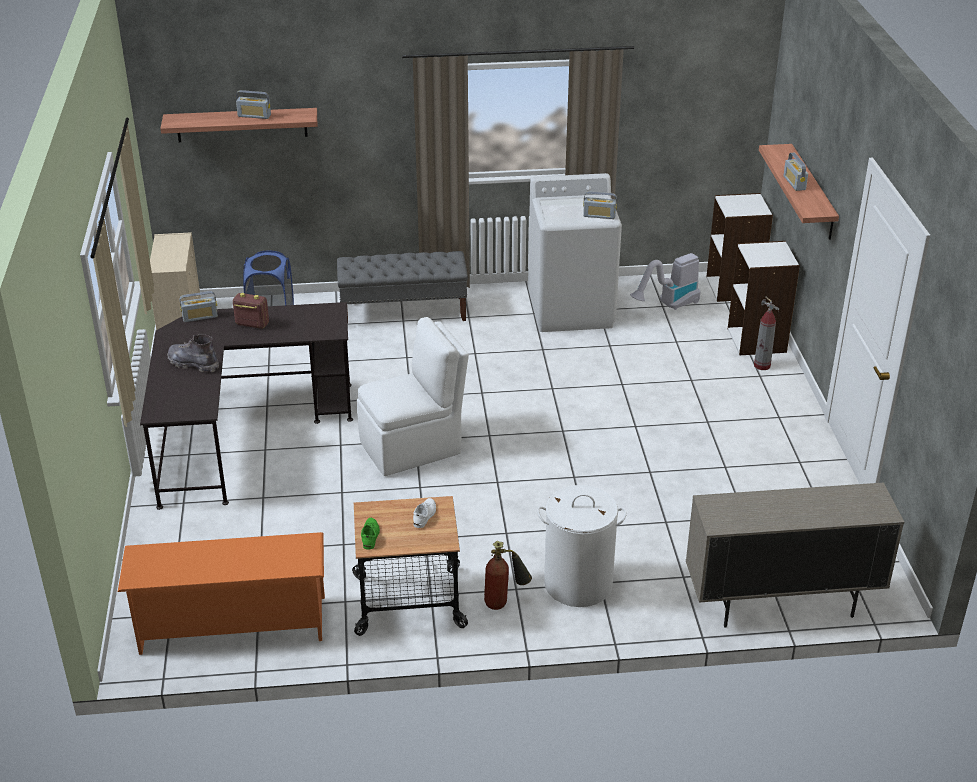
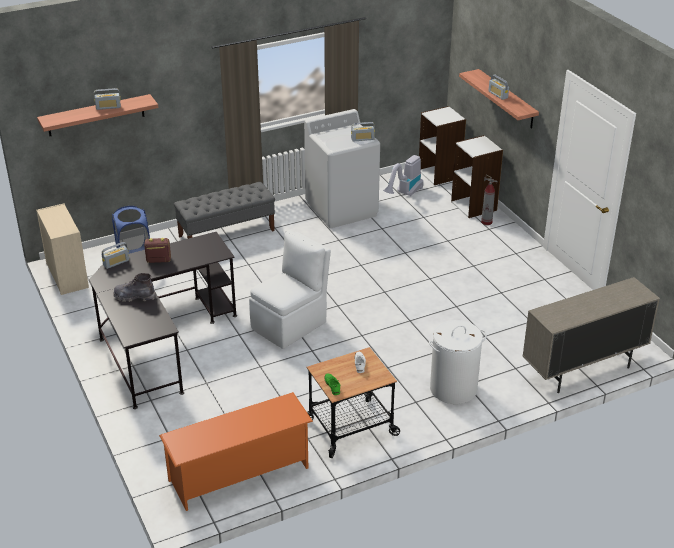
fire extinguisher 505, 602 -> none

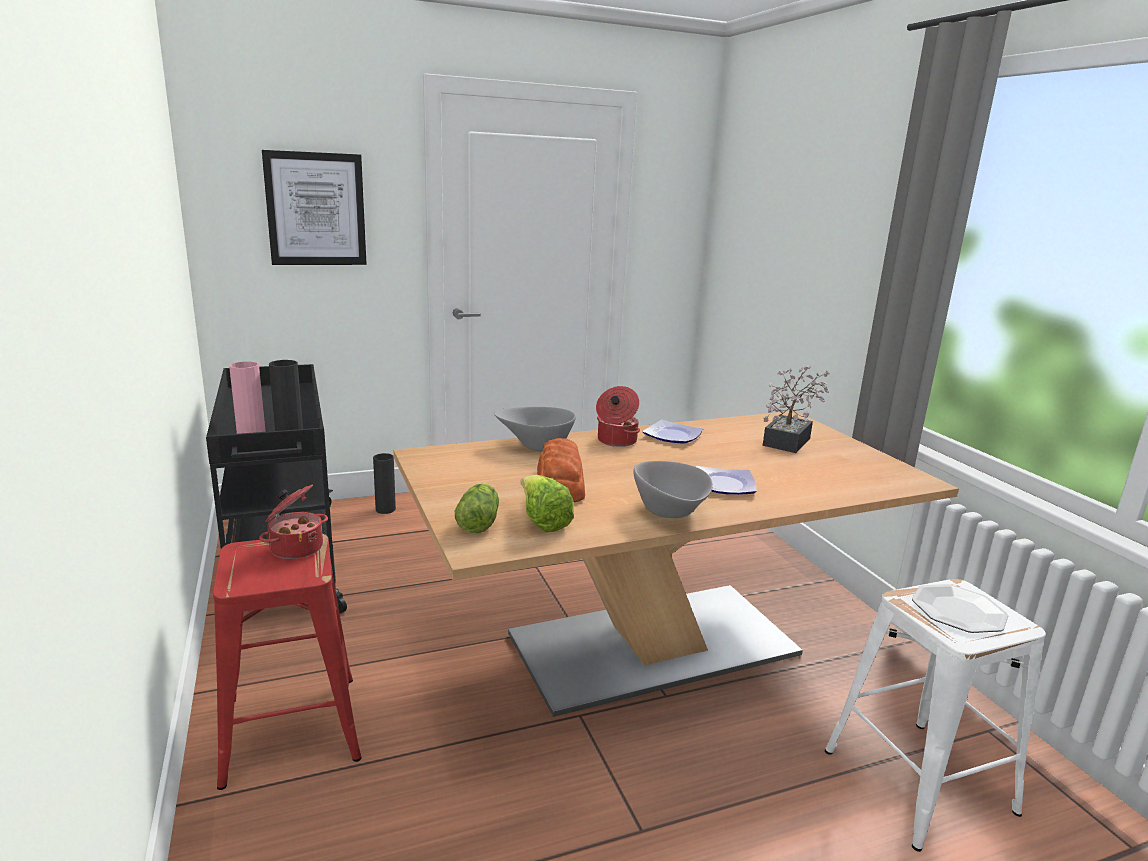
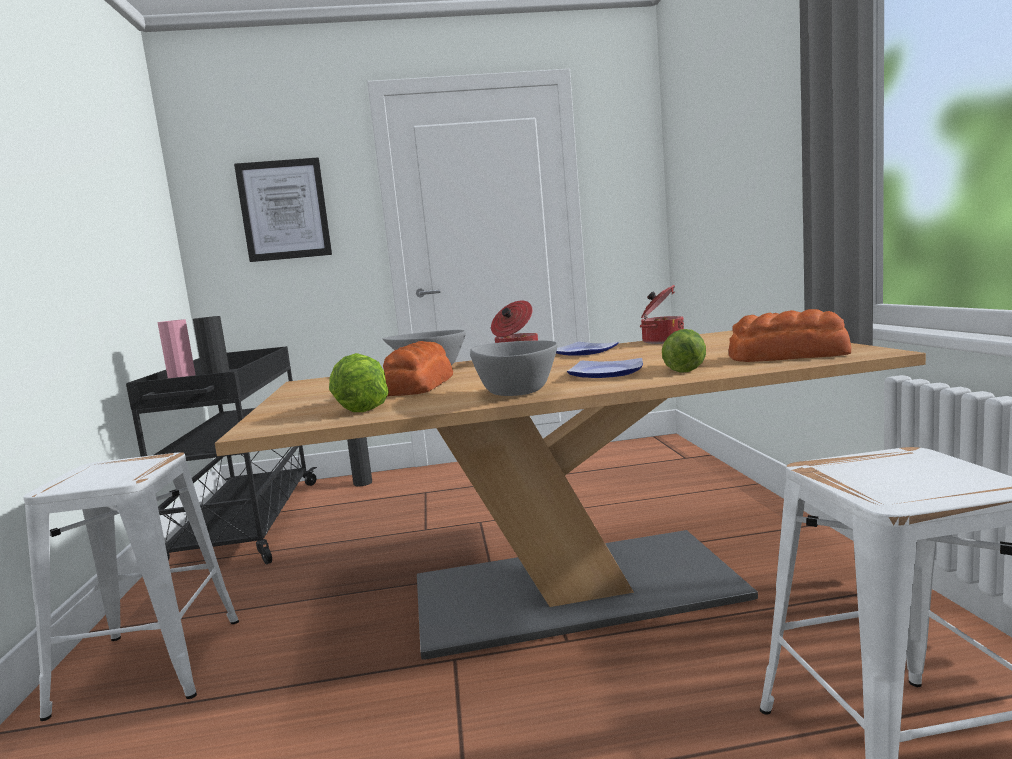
potted plant 789, 440 -> none
plate 958, 611 -> none
none -> baked bread 789, 356
saucepot 295, 547 -> saucepot 662, 341, move
lettuce head 479, 521 -> lettuce head 685, 367, move
stool seat (red) 289, 729 -> stool seat (white-coloured) 148, 665

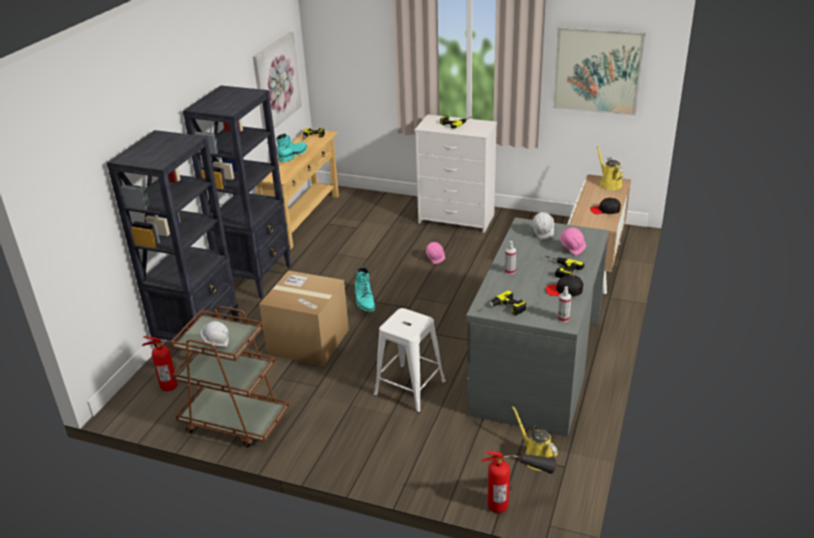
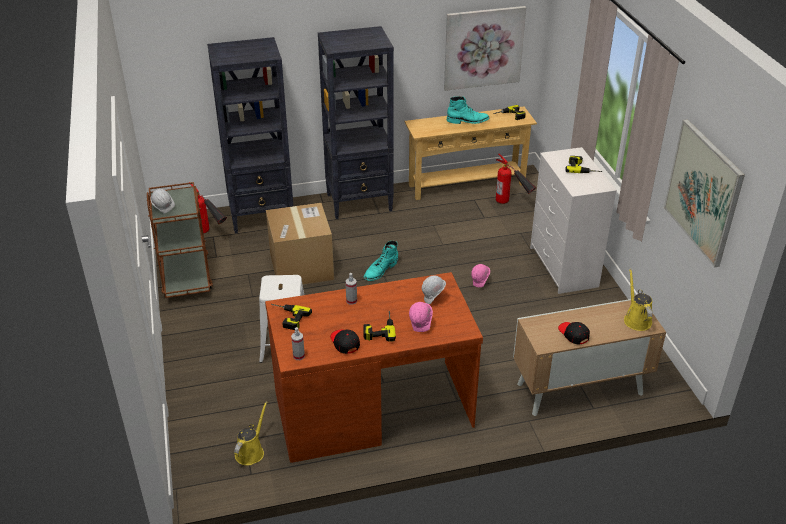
fire extinguisher 516, 501 -> fire extinguisher 512, 205, move
desk (gray) 536, 367 -> desk (brown) 372, 408
watering can (yellow-coloured) 609, 183 -> watering can (yellow-coloured) 636, 319, 45 degrees counterclockwise

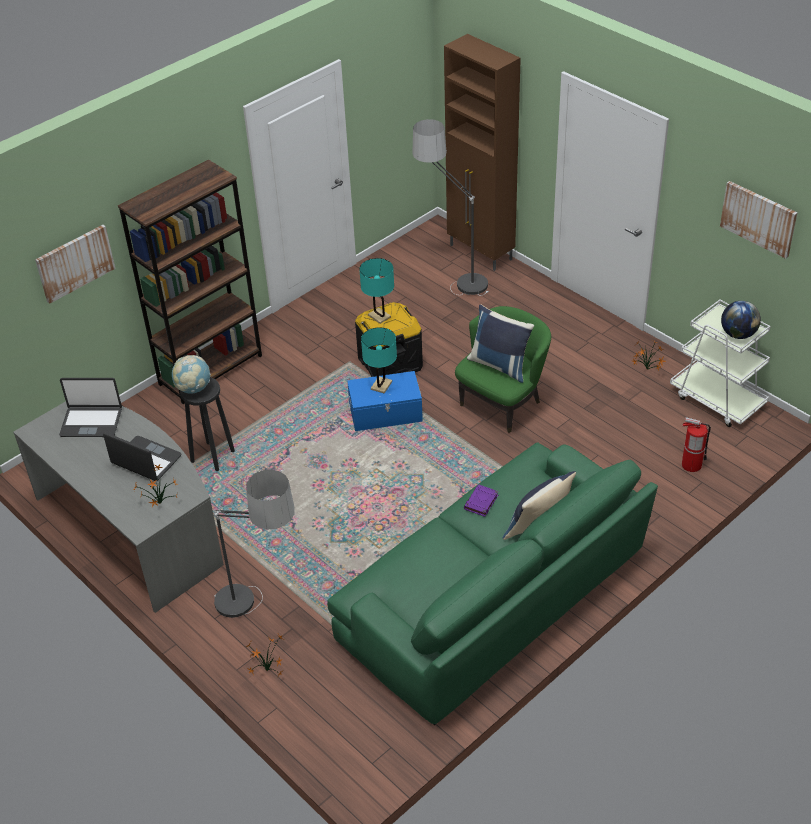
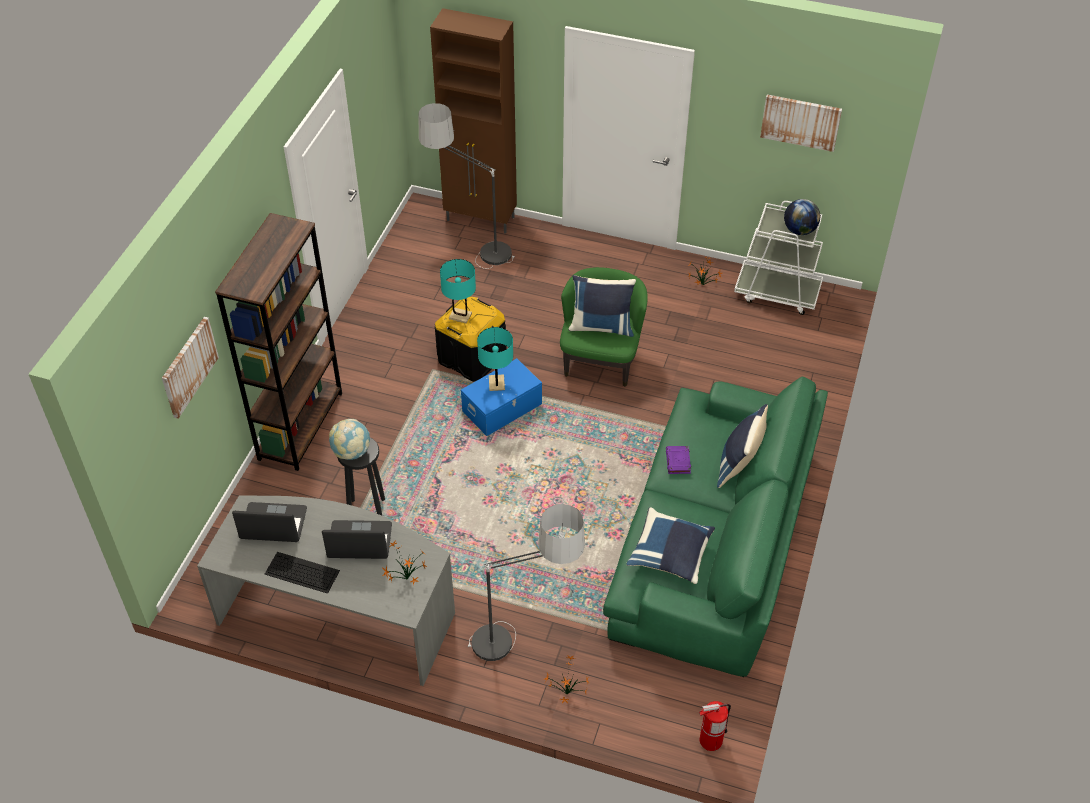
none -> PC keyboard 301, 572
none -> throw pillow (blue) 670, 555
fire extinguisher 691, 465 -> fire extinguisher 710, 740, move
laptop 91, 422 -> laptop 273, 524, 150 degrees counterclockwise

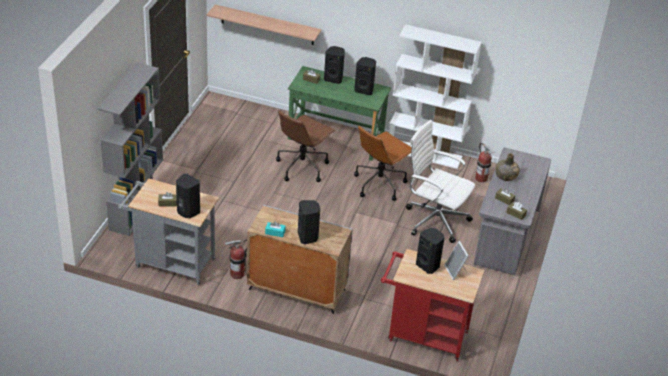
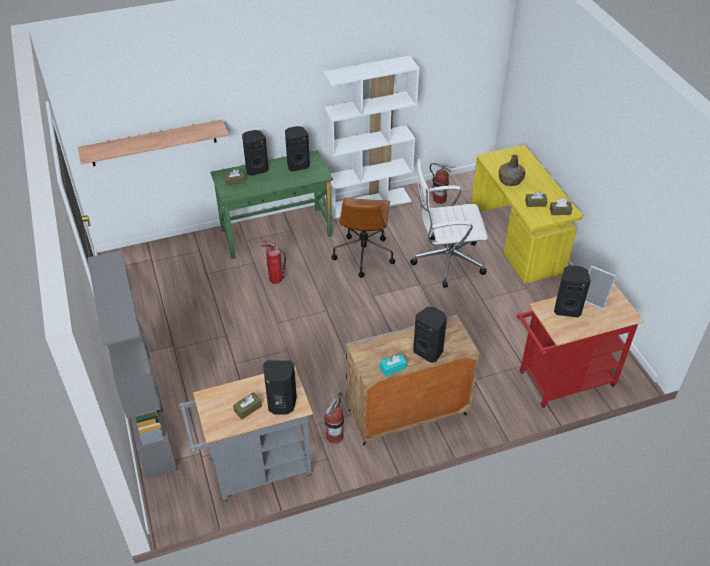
desk chair (brown) 302, 166 -> fire extinguisher 276, 279
desk (gray) 505, 237 -> desk (yellow-coloured) 517, 241

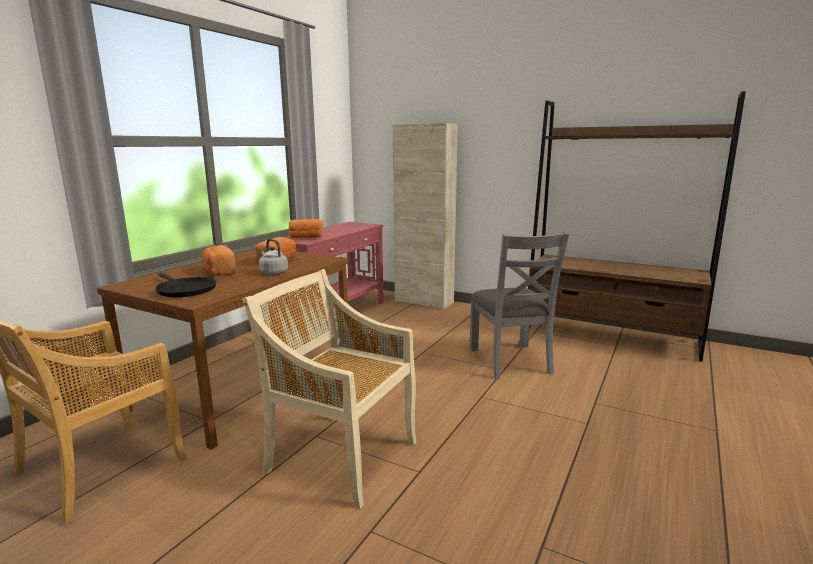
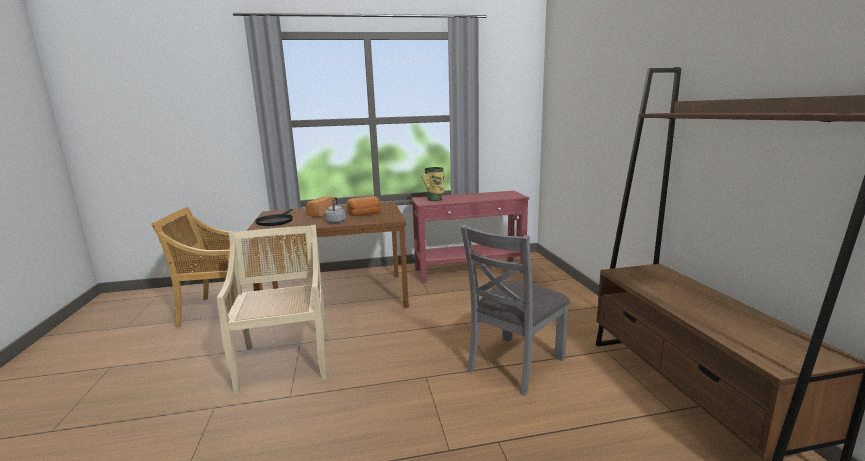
cupboard (beige) 424, 301 -> none
baked bread 306, 238 -> decorative vase 435, 199

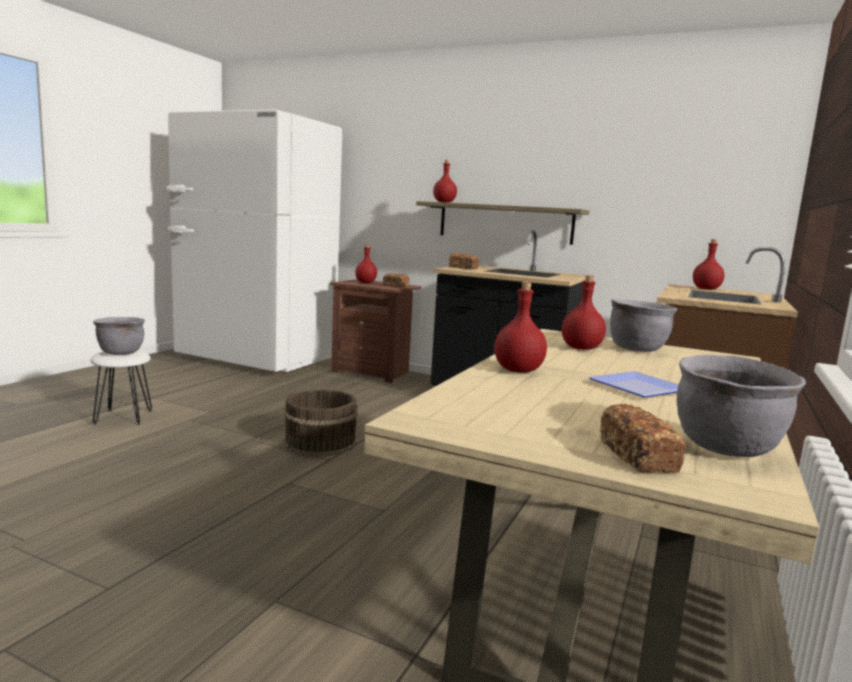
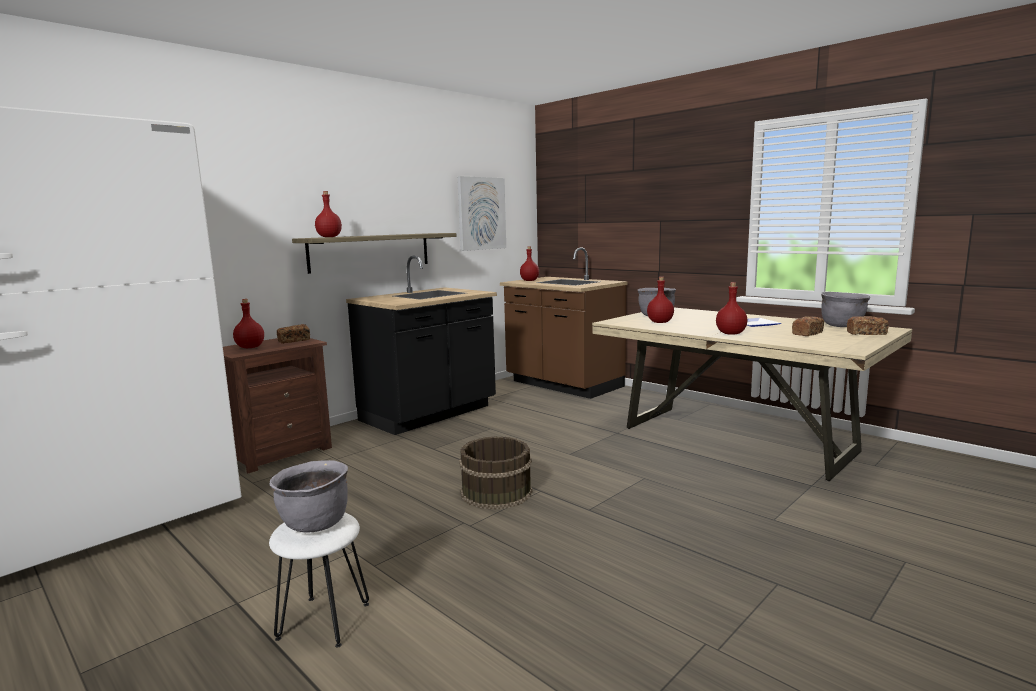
none -> wall picture 481, 213
baked bread 463, 268 -> baked bread 807, 333, move

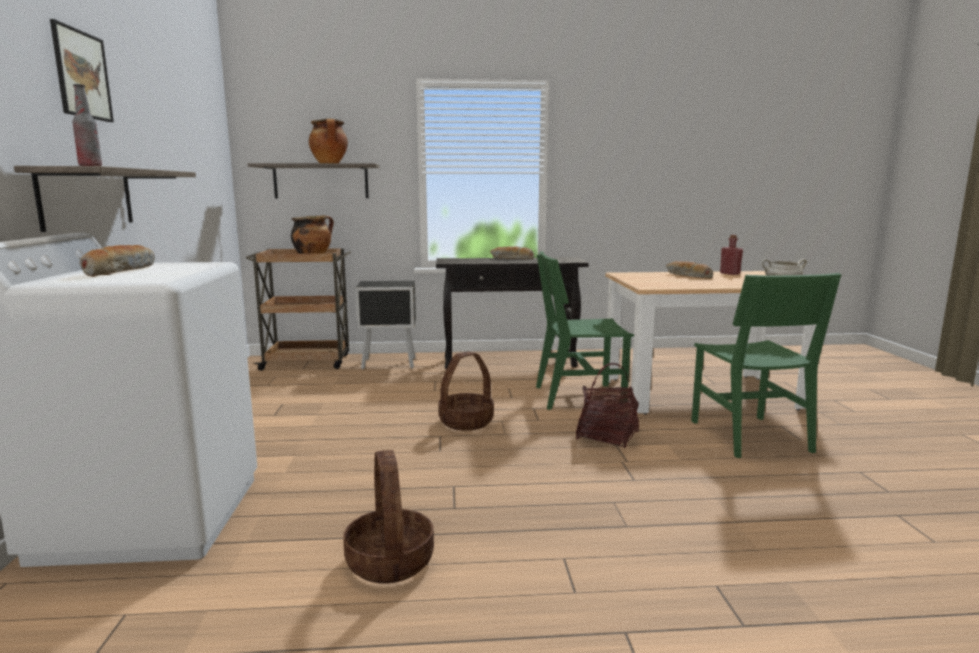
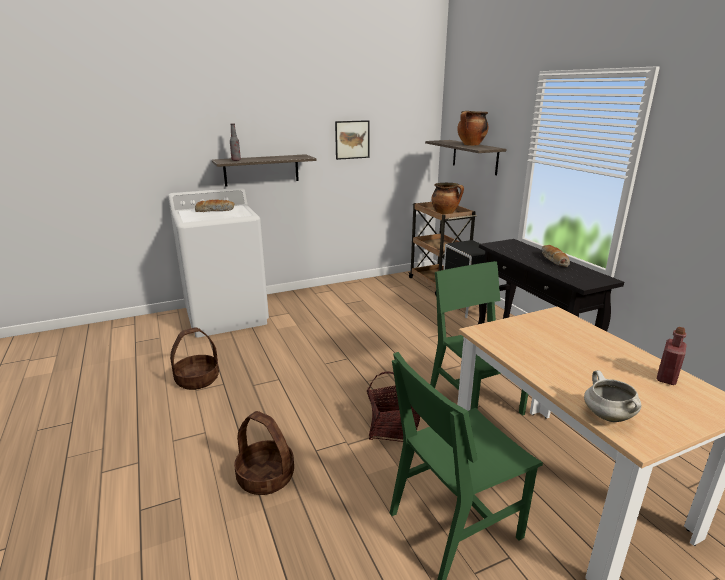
baked bread 687, 276 -> none
wall picture 82, 74 -> wall picture 352, 139, move
household basket 466, 421 -> household basket 266, 477, move

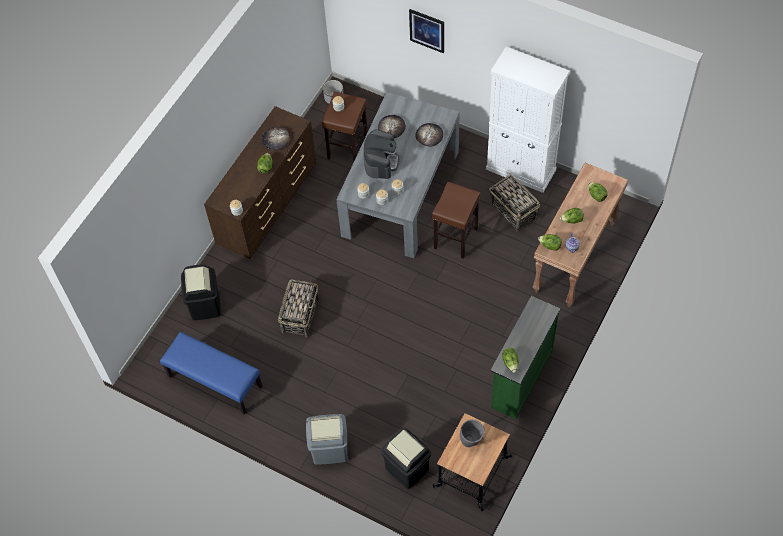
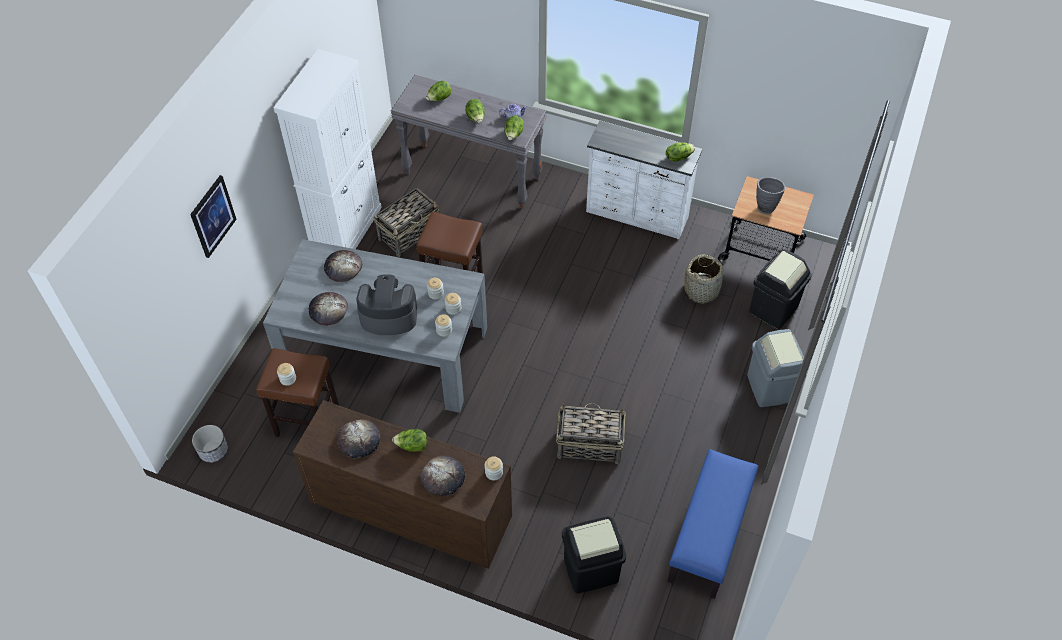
none -> baked bread 443, 477
none -> household basket 701, 290
drawer chest (greenish) 520, 378 -> drawer chest (white-coloured) 637, 215
hall table (brown) 575, 258 -> hall table (gray) 473, 175

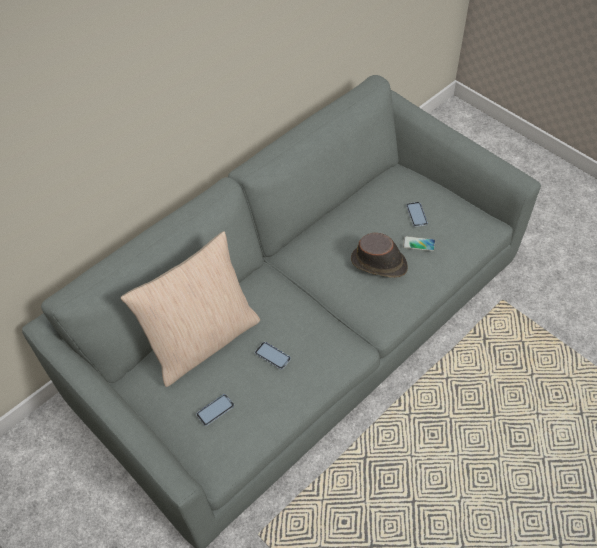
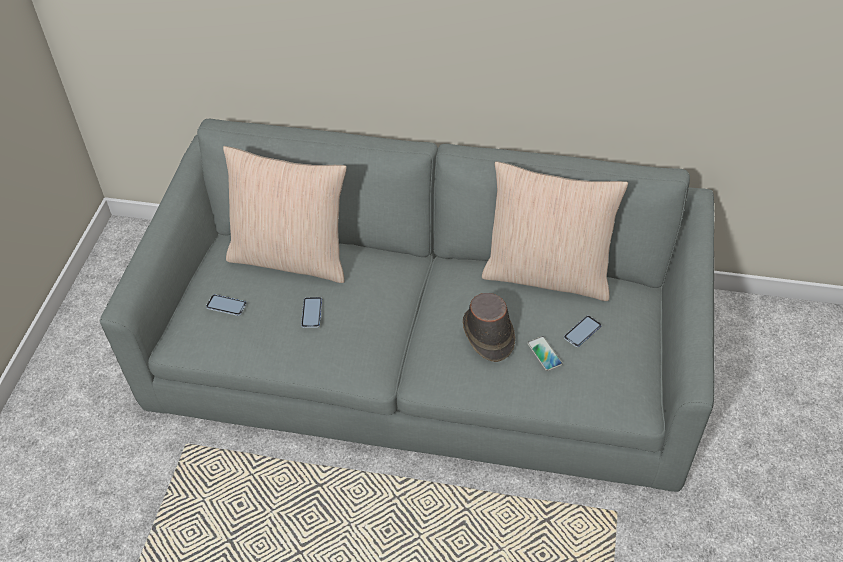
none -> throw pillow (beige) 548, 274

